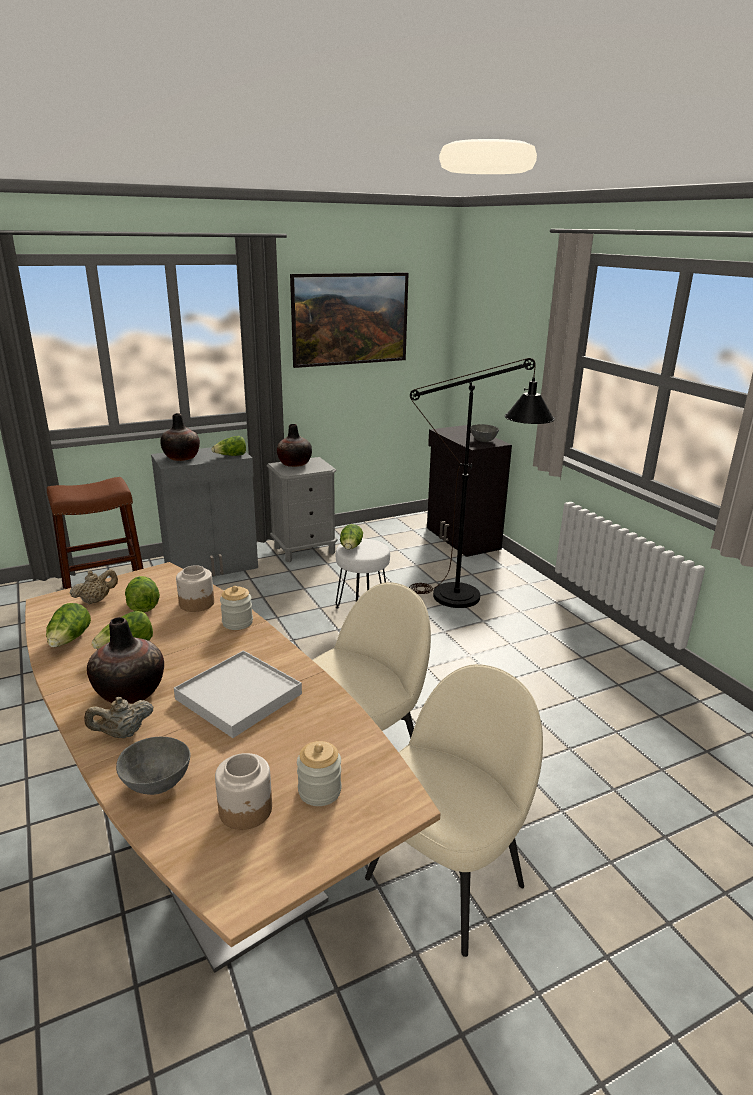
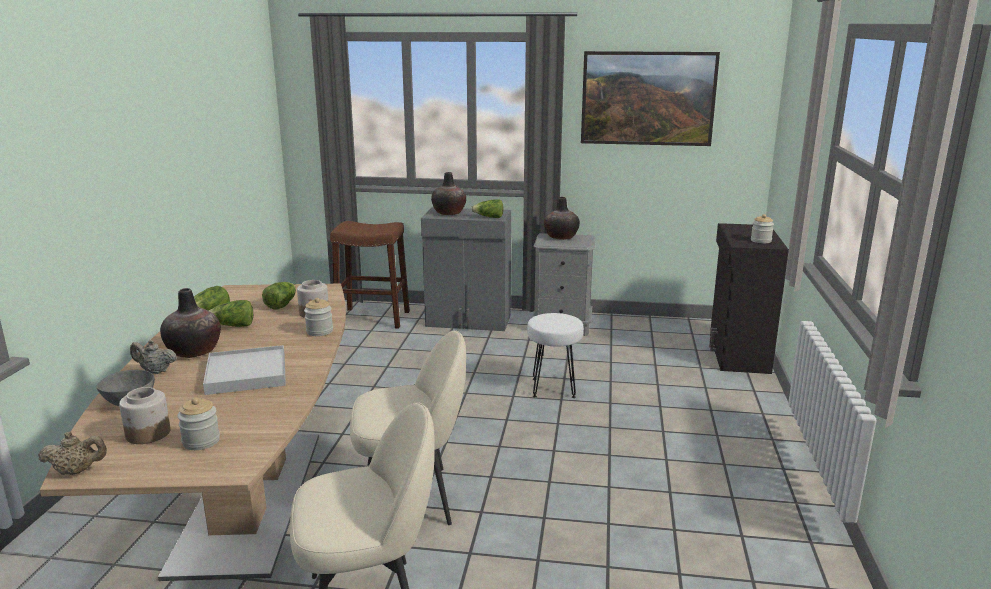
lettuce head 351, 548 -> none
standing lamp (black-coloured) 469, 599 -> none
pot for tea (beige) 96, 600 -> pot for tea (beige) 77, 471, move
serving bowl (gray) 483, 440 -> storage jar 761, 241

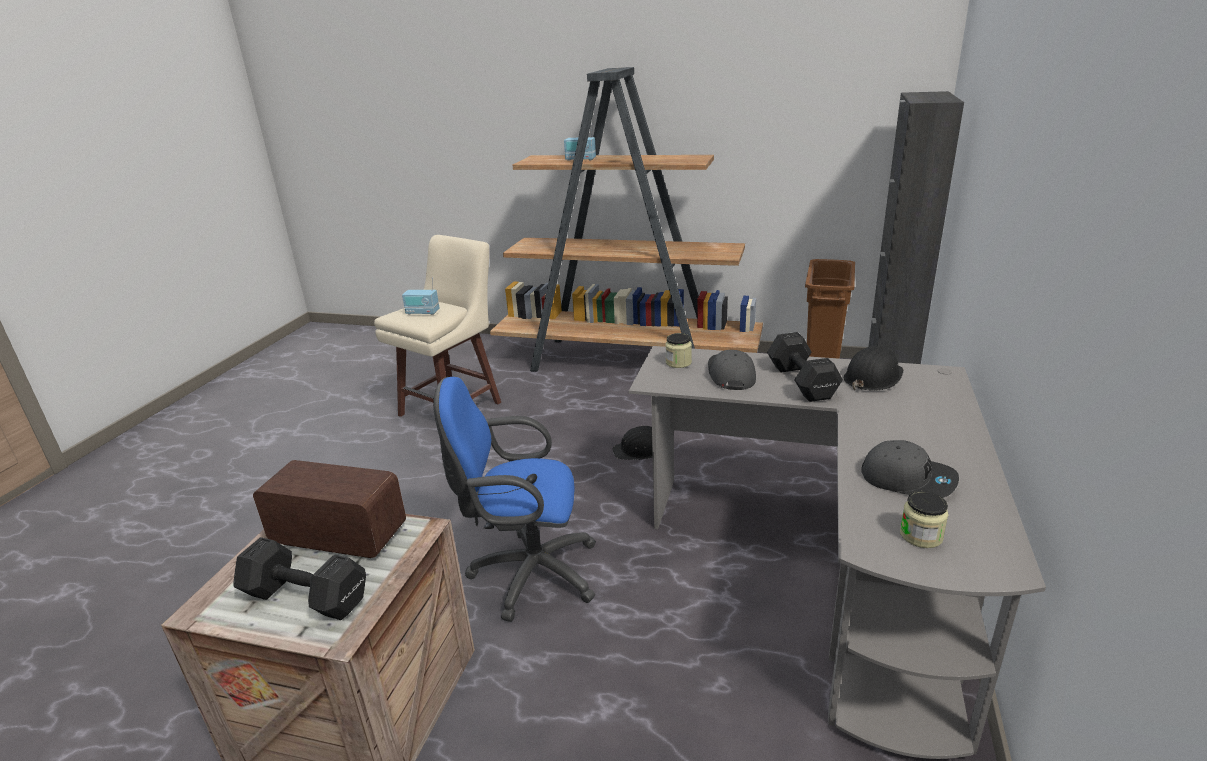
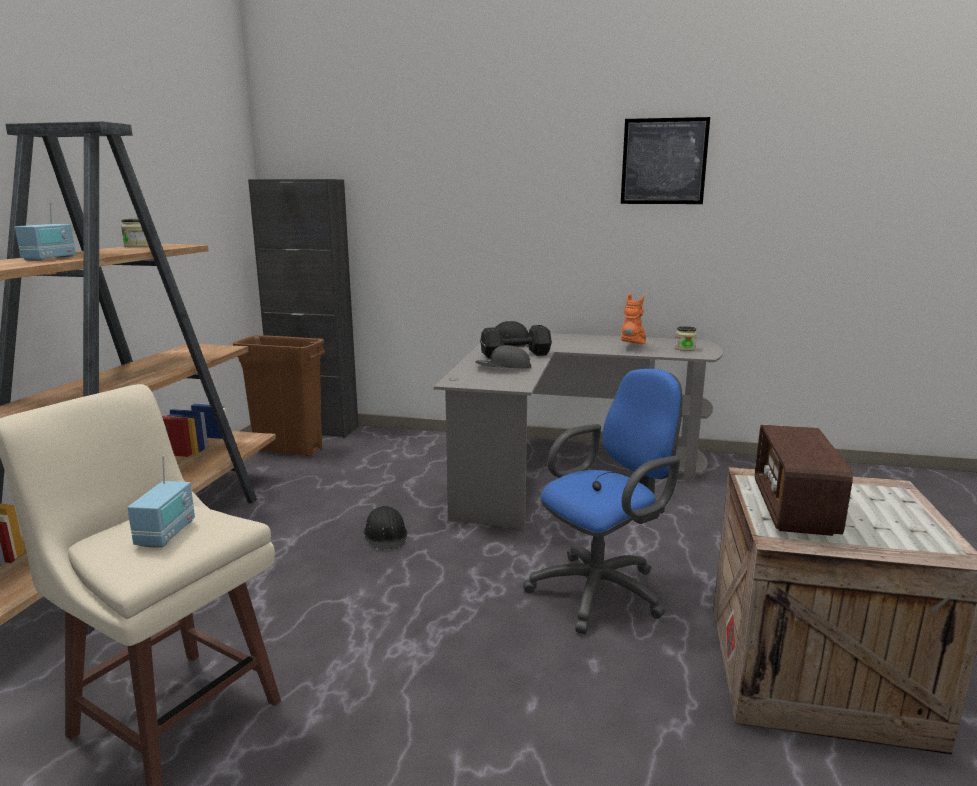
hand weight (black-coloured) 307, 598 -> none
none -> wall picture 664, 161
storage jar 678, 362 -> storage jar 137, 246, move
cap (gray) 908, 479 -> tall boot (orange) 634, 346
desk chair (blue) 527, 574 -> desk chair (blue) 603, 590, 120 degrees counterclockwise

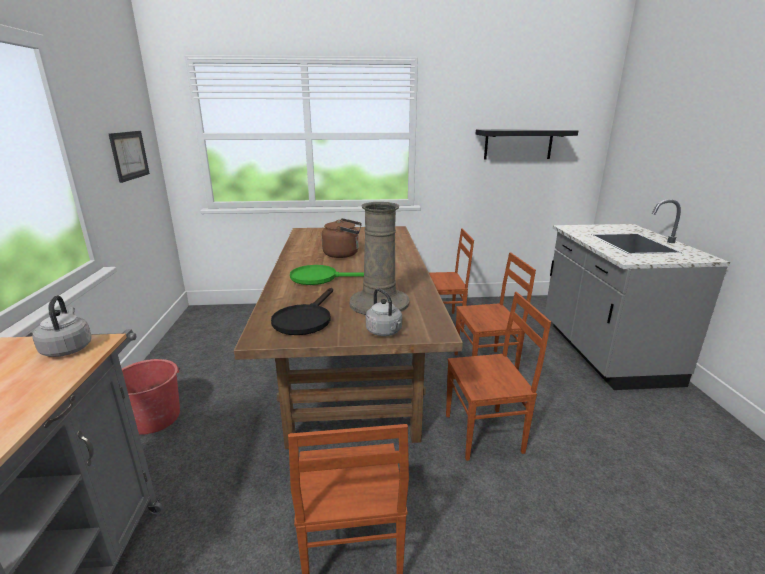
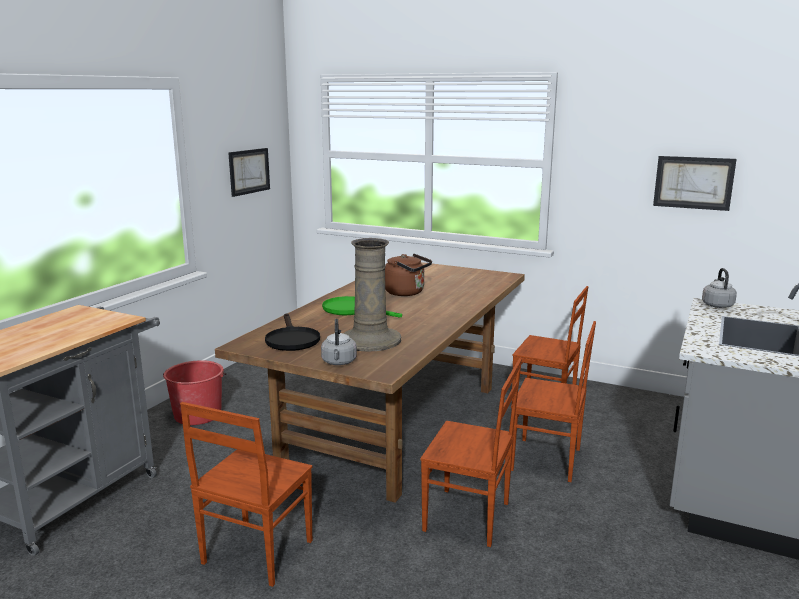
water kettle (gray) 68, 348 -> water kettle (gray) 717, 305, move
shelf (black-coloured) 518, 144 -> wall picture 693, 182
frying pan (black-coloured) 305, 319 -> frying pan (black-coloured) 291, 339, 60 degrees counterclockwise

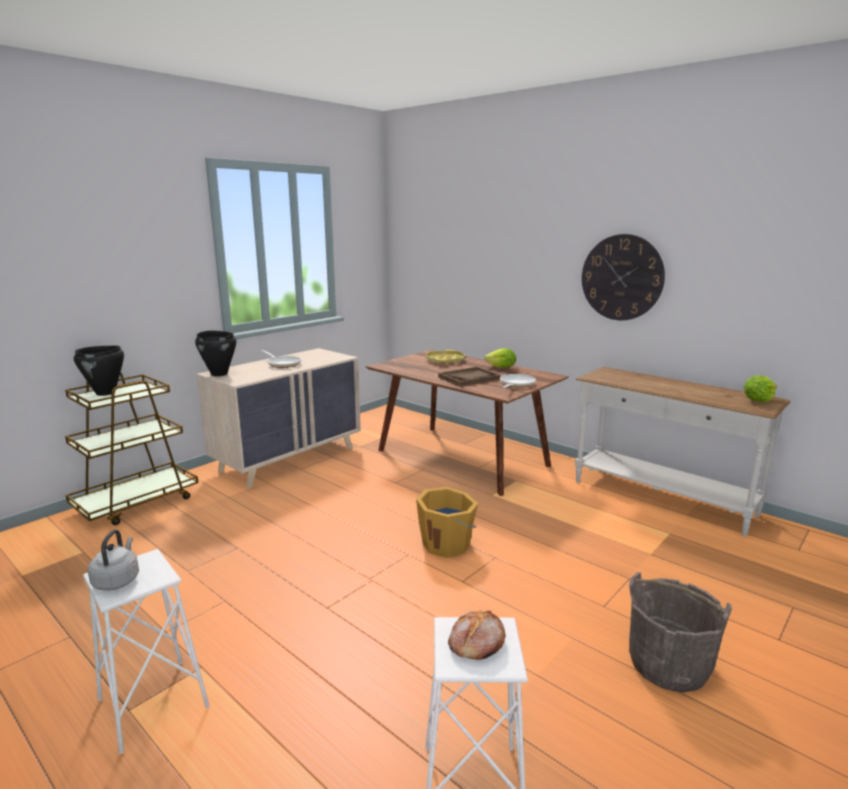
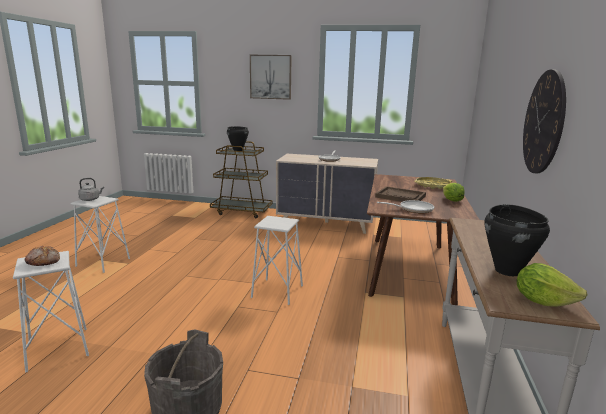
none -> wall picture 270, 77
saucepot (black-coloured) 219, 374 -> saucepot (black-coloured) 507, 271, move
water bucket (orange) 447, 544 -> stool seat (white-coloured) 277, 291

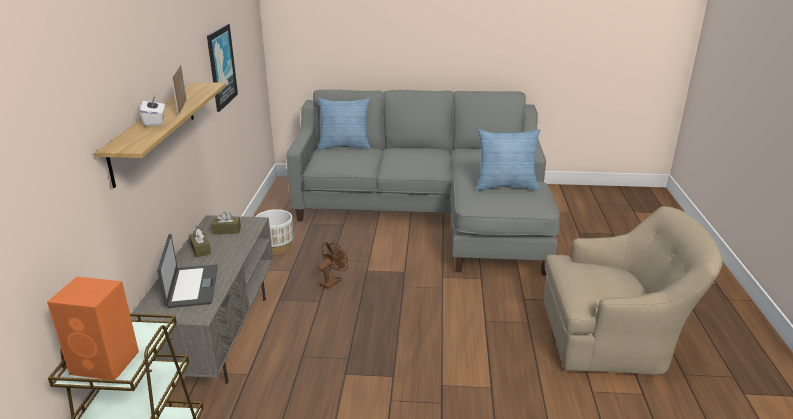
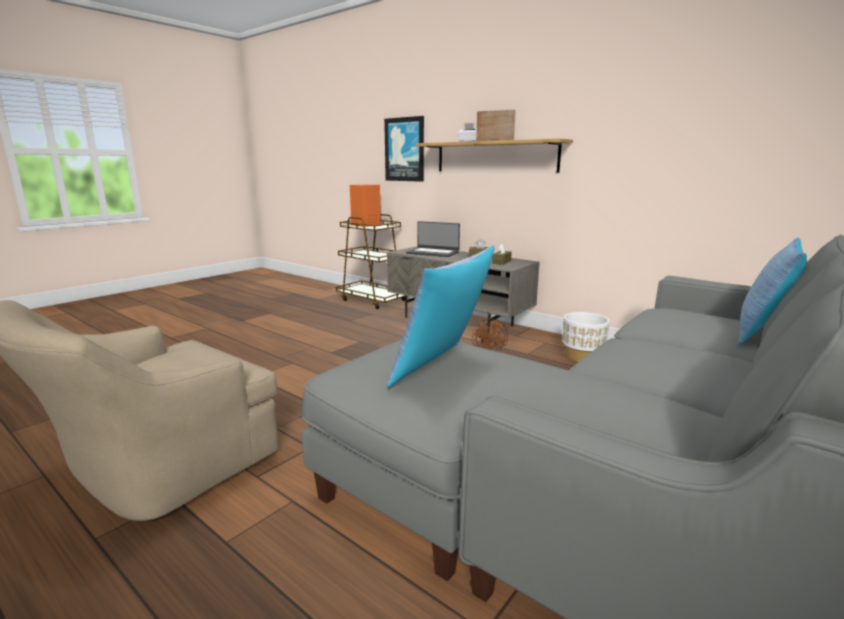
wall picture 221, 66 -> wall picture 405, 149, move

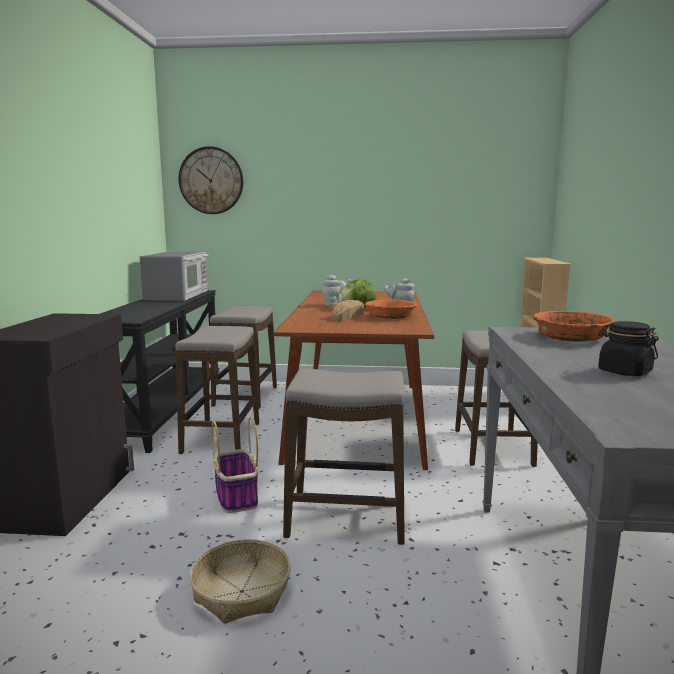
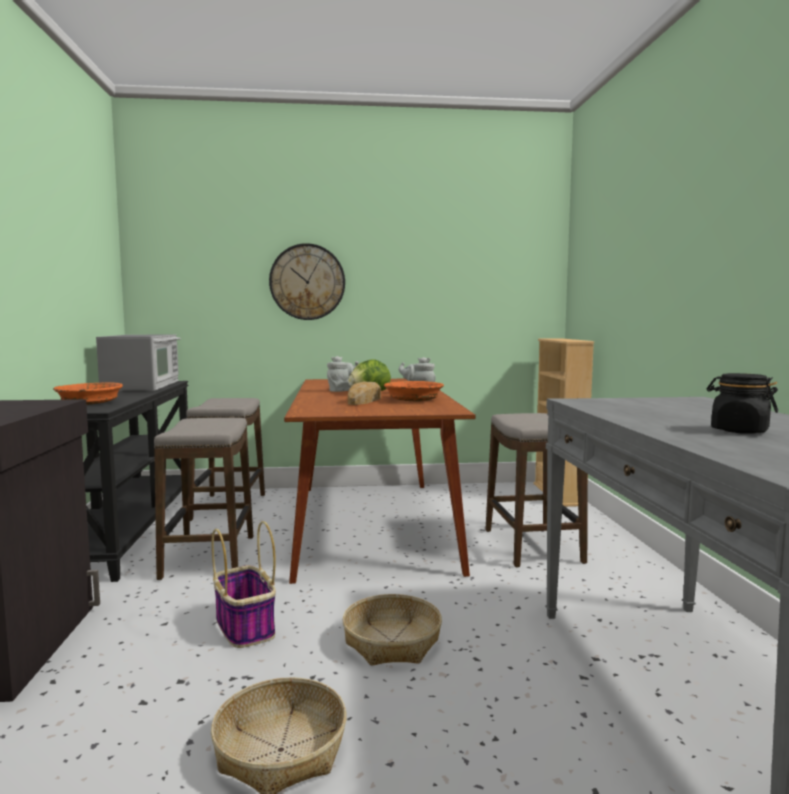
hanging clock 211, 180 -> hanging clock 307, 282, move
serving bowl (orange) 570, 338 -> serving bowl (orange) 89, 403, move
stool seat 347, 519 -> household basket 392, 642

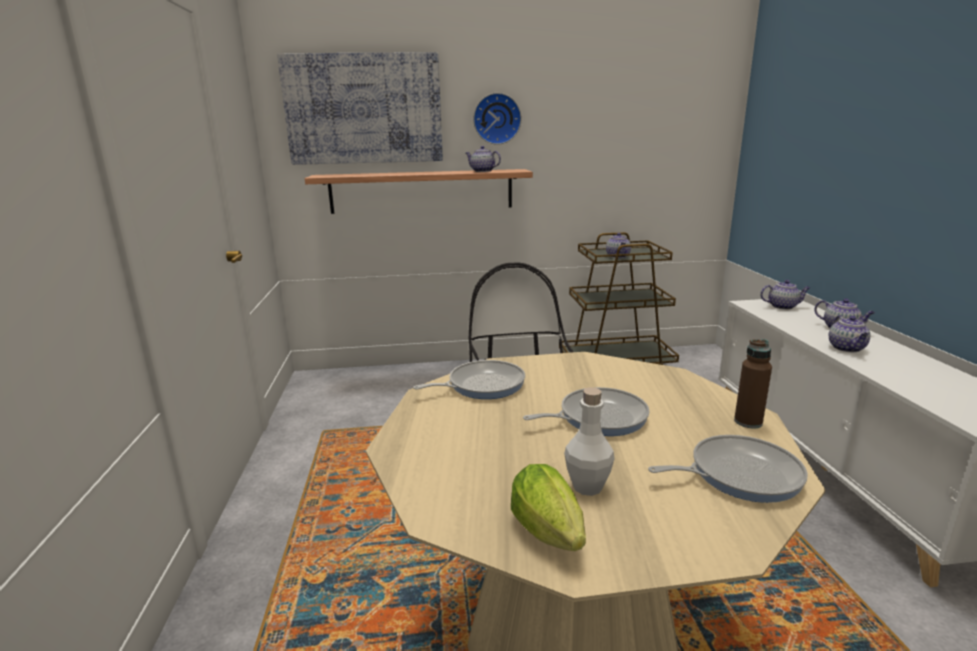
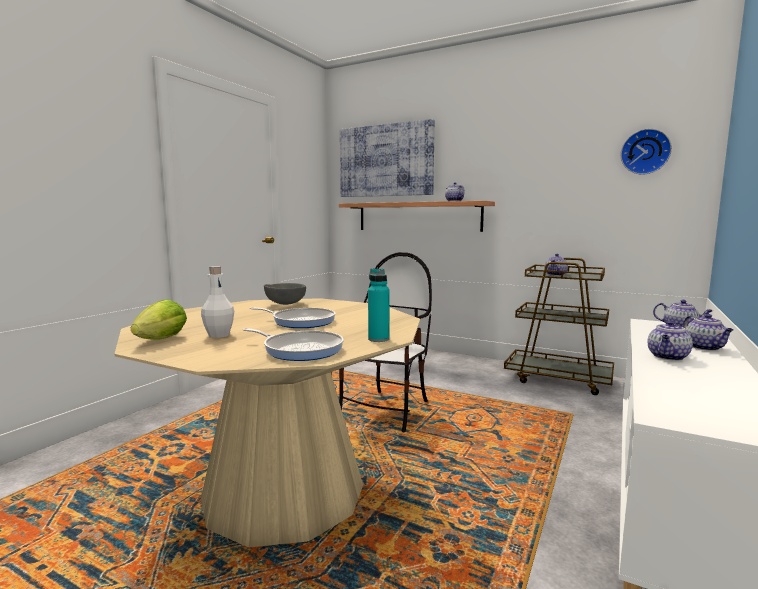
hanging clock 496, 119 -> hanging clock 645, 152, move
frying pan 482, 385 -> serving bowl (gray) 284, 304
beverage bottle (brown) 748, 422 -> beverage bottle (turquoise) 378, 339

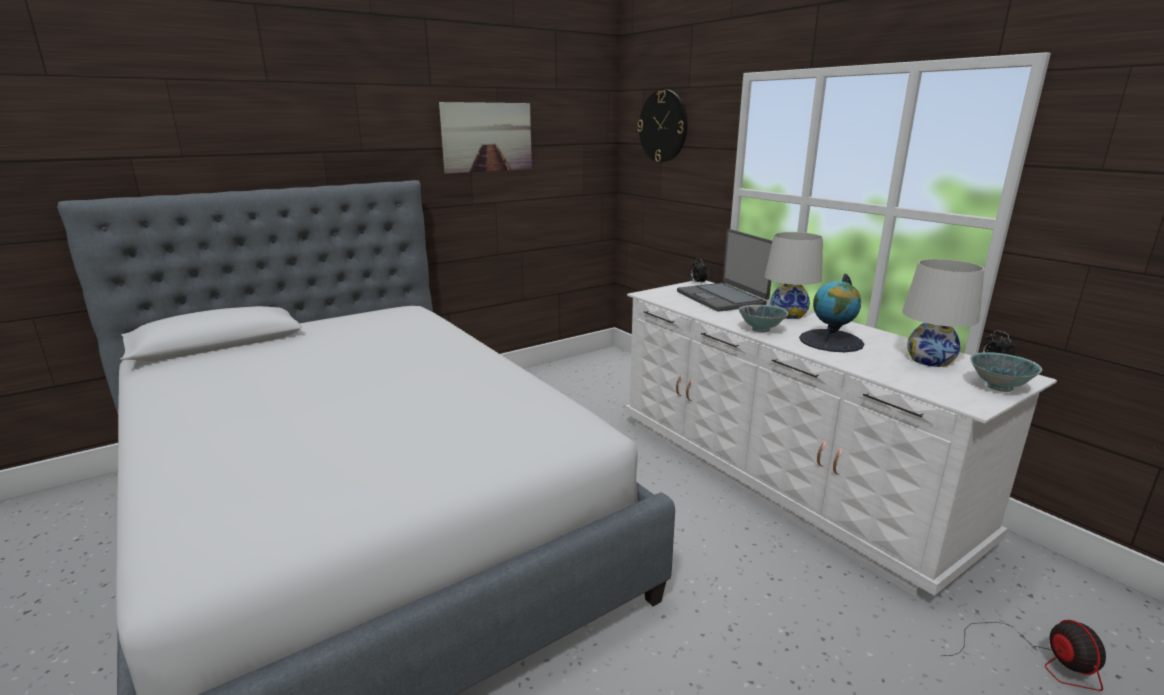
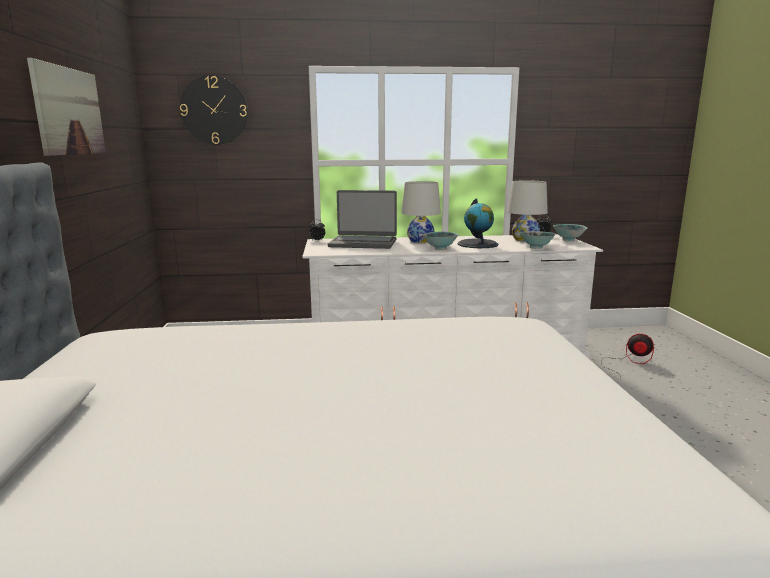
none -> serving bowl 536, 248

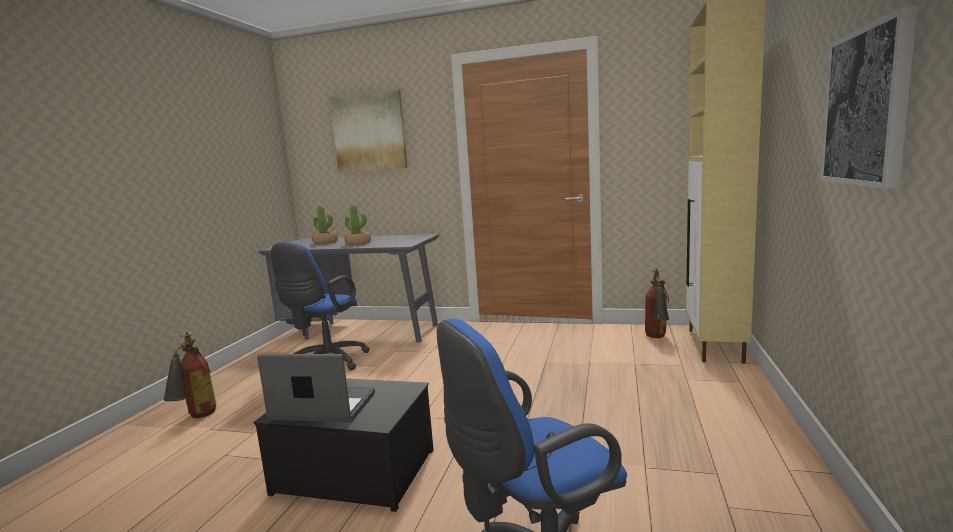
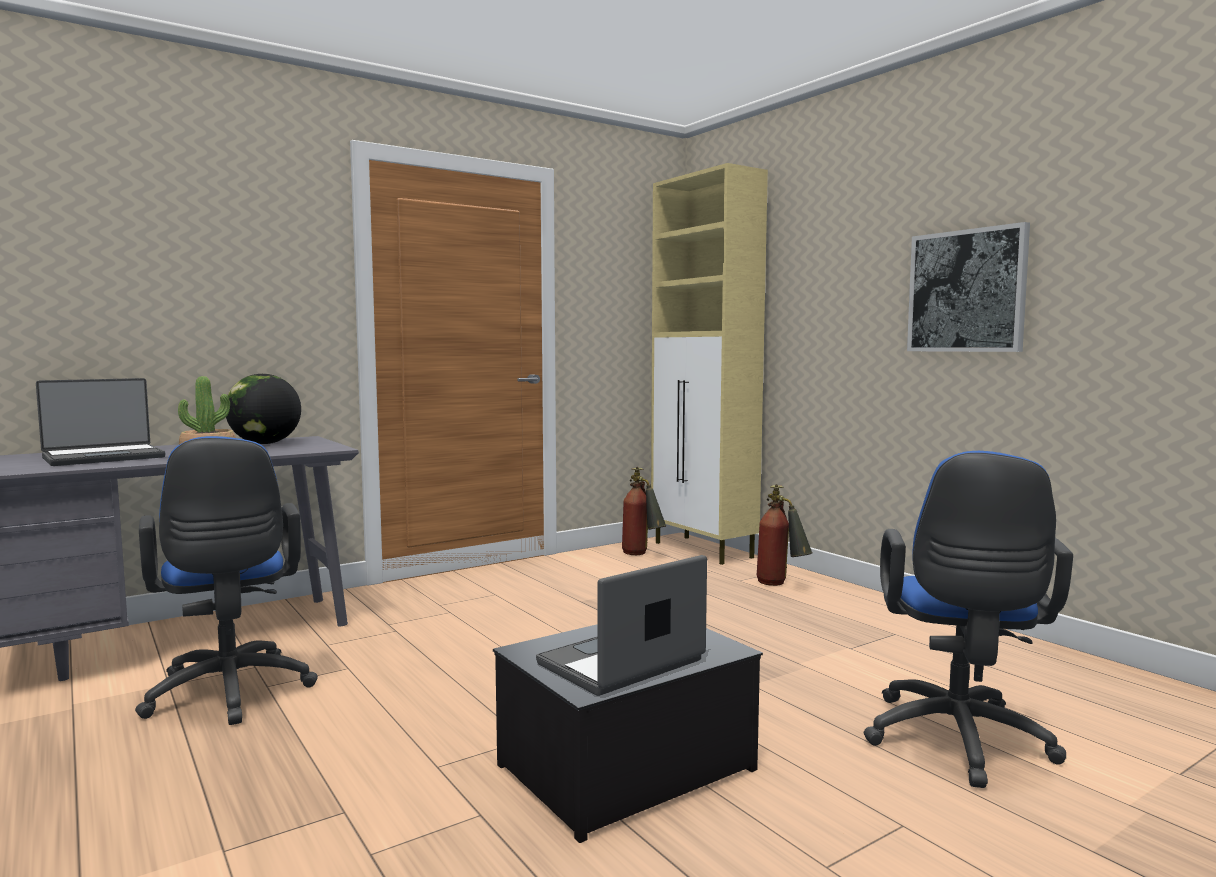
wall picture 369, 132 -> none
none -> globe 265, 443
fire extinguisher 196, 418 -> fire extinguisher 780, 585, move
potted plant 325, 242 -> laptop 104, 457

